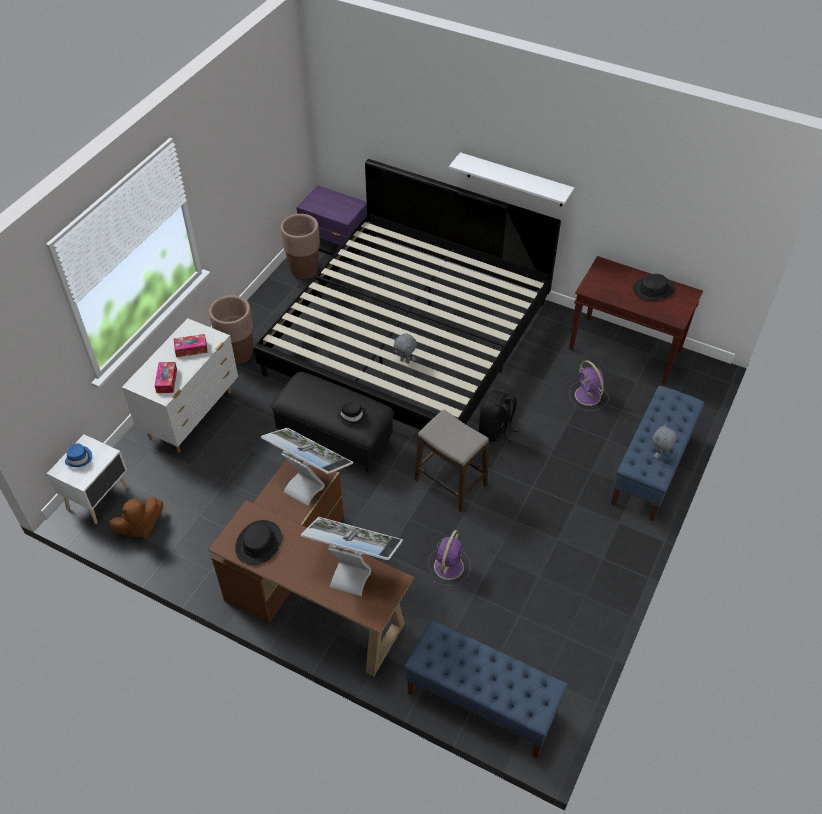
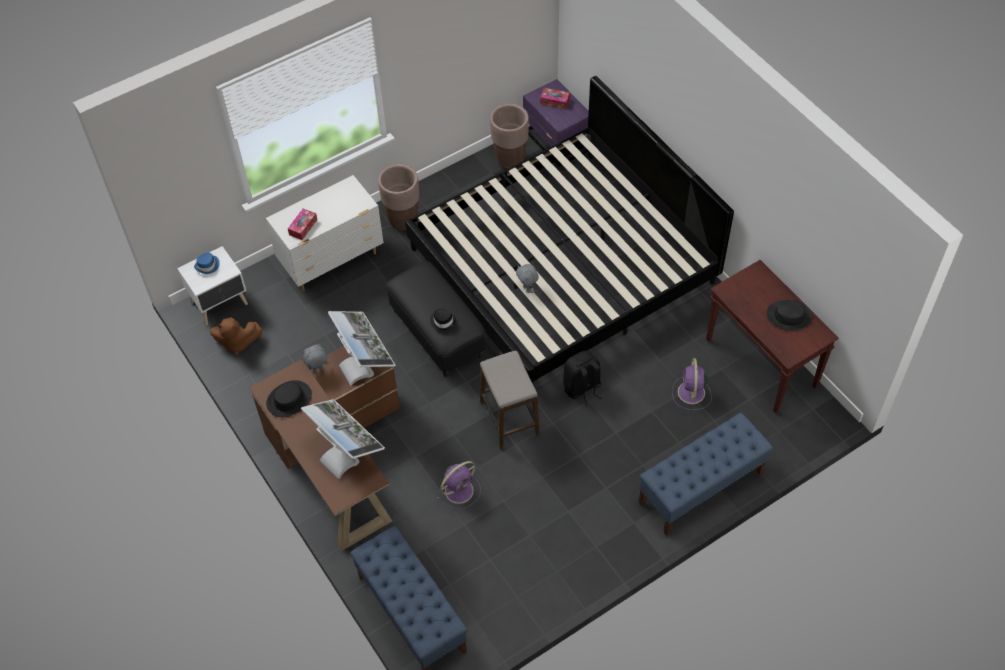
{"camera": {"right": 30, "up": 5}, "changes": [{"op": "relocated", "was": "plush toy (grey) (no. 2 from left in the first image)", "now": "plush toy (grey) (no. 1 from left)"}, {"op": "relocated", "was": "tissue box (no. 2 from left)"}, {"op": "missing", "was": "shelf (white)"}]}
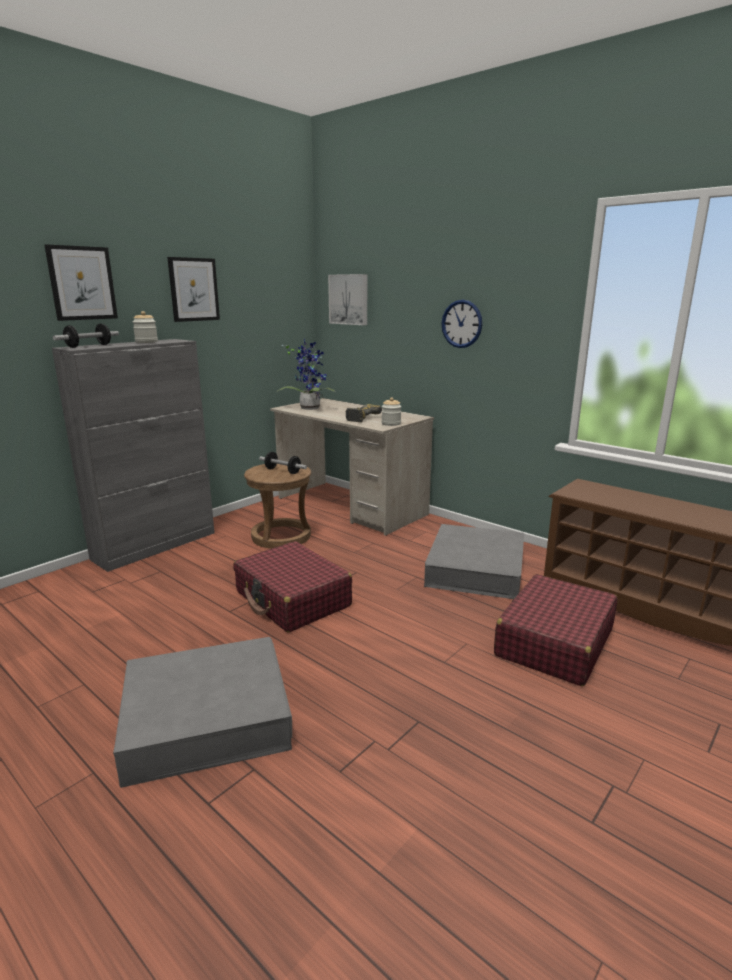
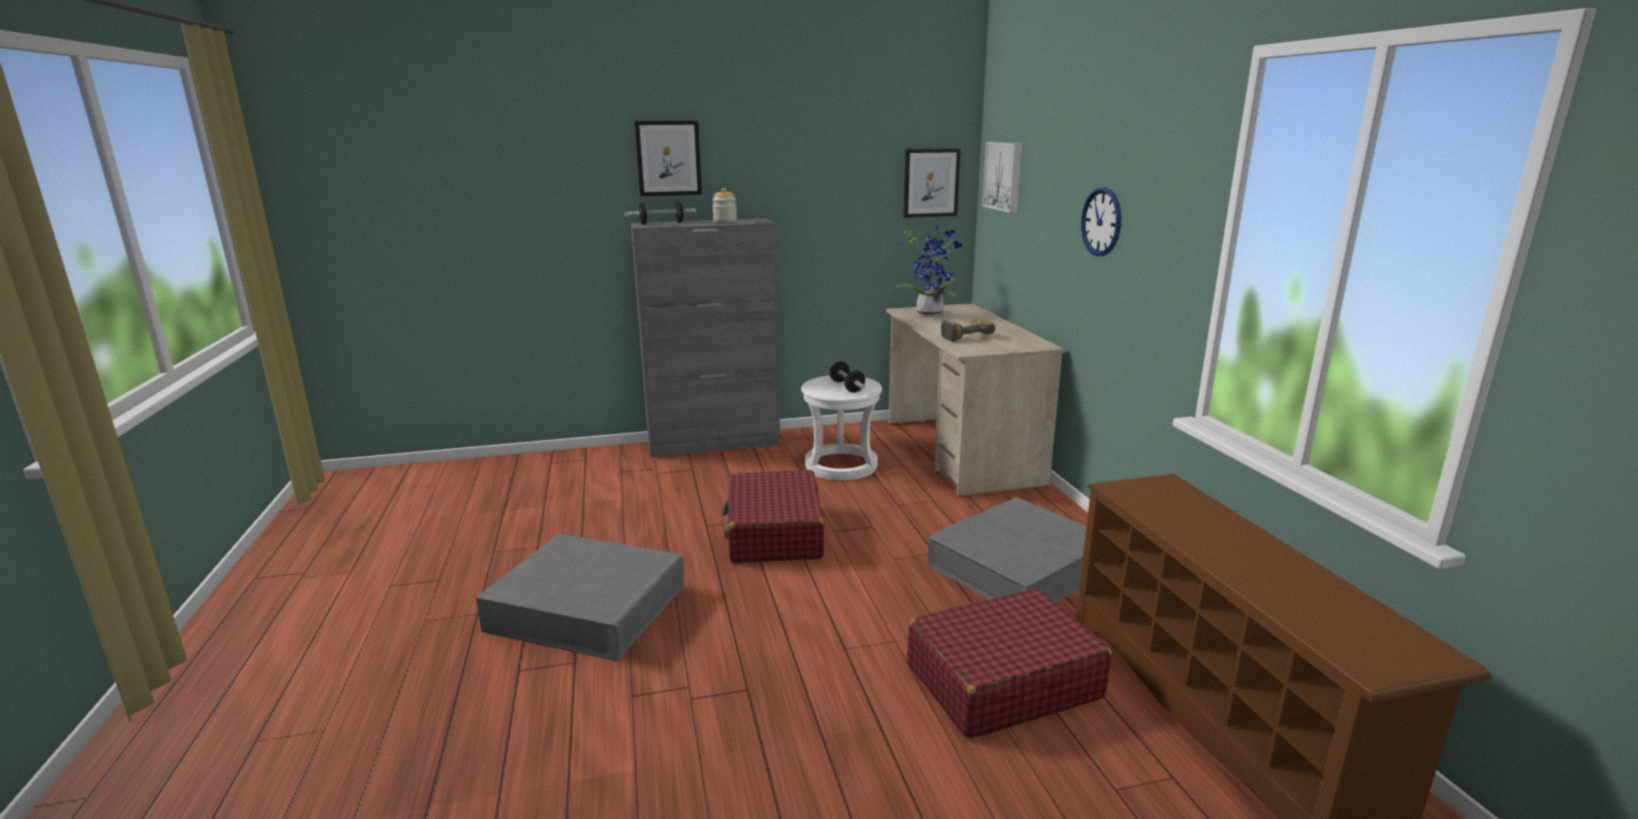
{"camera": {"right": 35, "up": 0}, "changes": [{"op": "colour", "was": "stool (brown)", "now": "stool (white)"}, {"op": "relocated", "was": "picture (no. 2 from left)"}, {"op": "missing", "was": "jar (no. 2 from left)"}]}
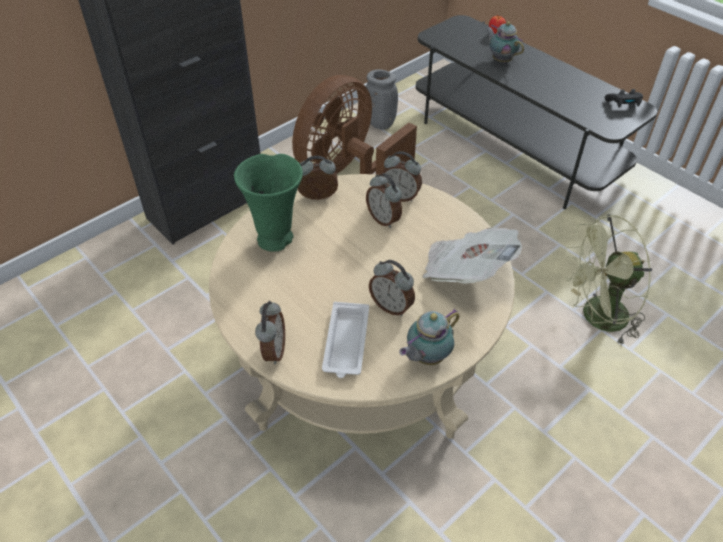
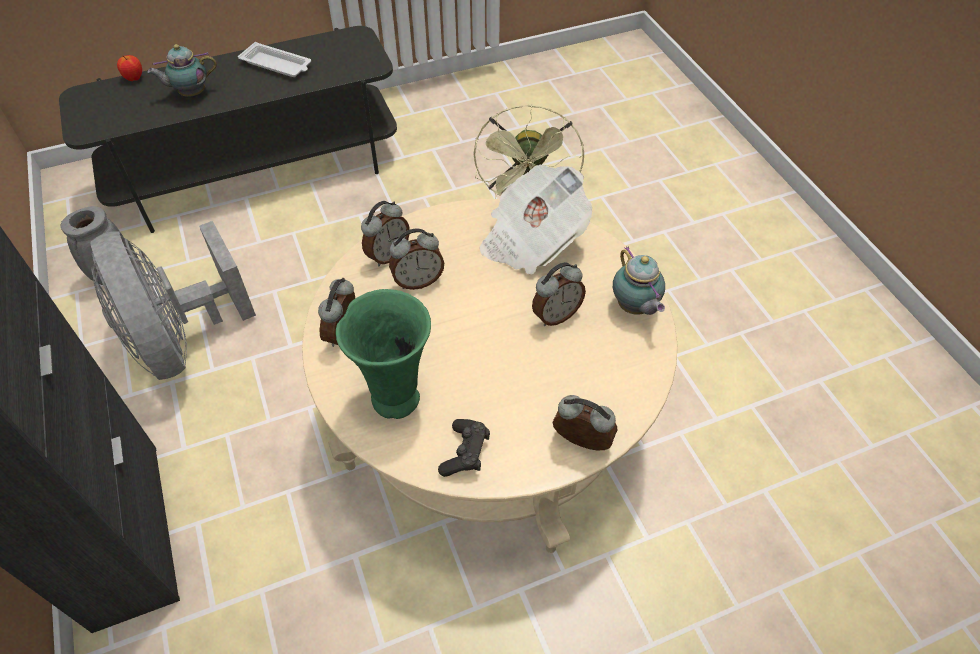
{"camera": {"right": -70, "up": 5}, "changes": [{"op": "colour", "was": "fan (brown)", "now": "fan (grey)"}, {"op": "relocated", "was": "tray (white)"}, {"op": "relocated", "was": "game controller (black)"}]}
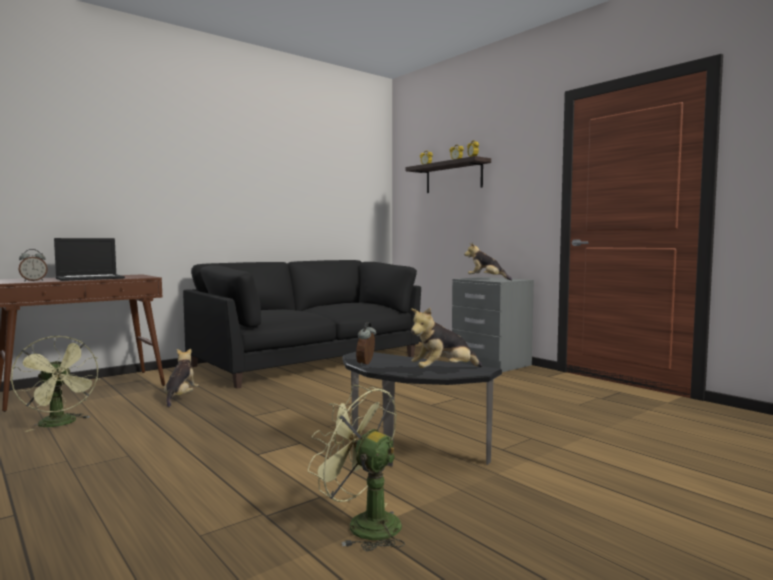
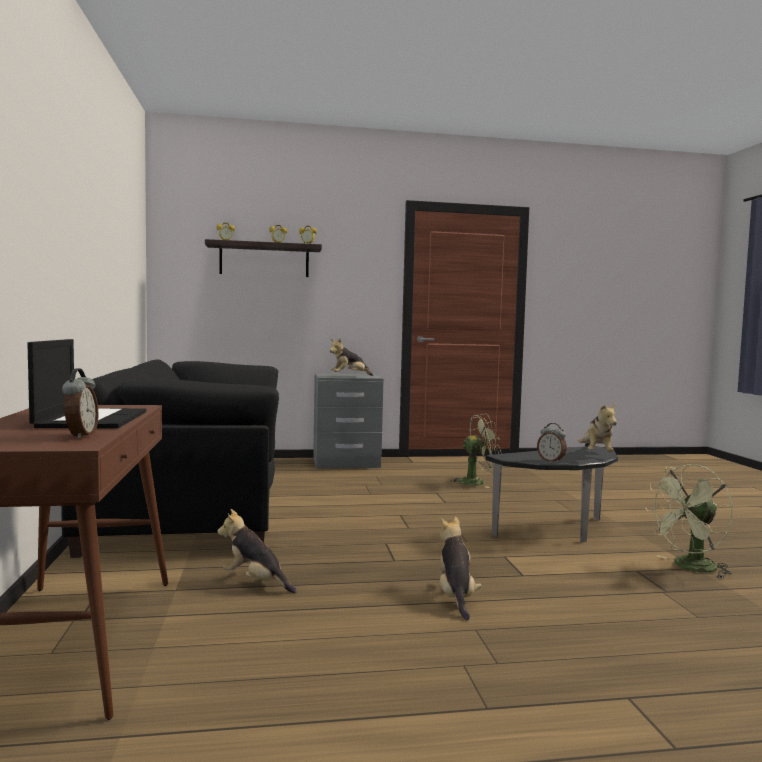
{"camera": {"right": -60, "up": 0}, "changes": [{"op": "appeared", "now": "plush toy (no. 3 from left)"}, {"op": "relocated", "was": "fan (green) (no. 1 from left)"}]}
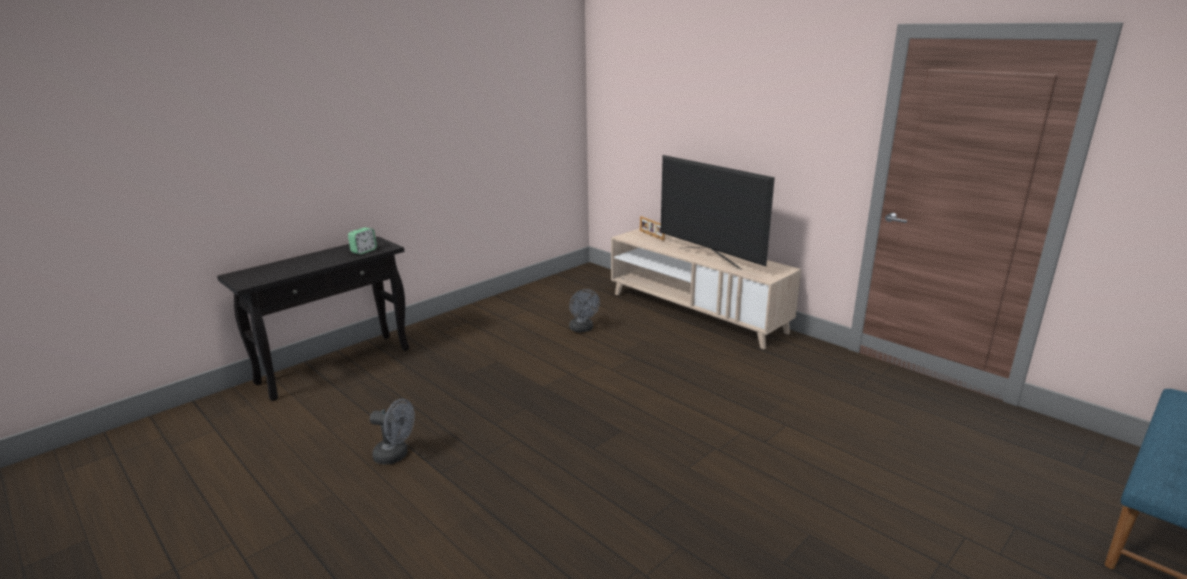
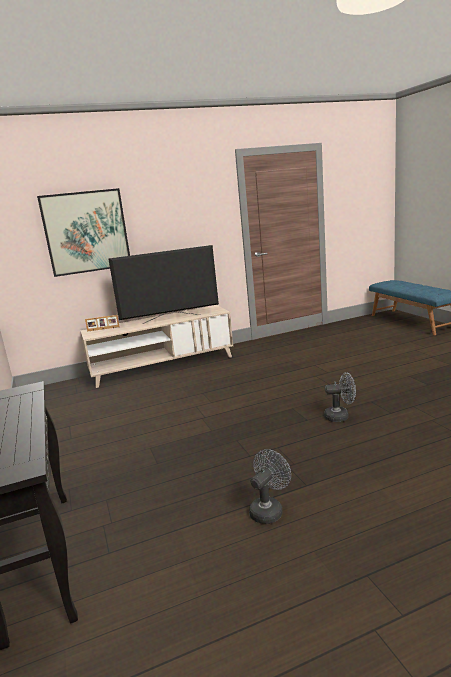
{"camera": {"right": -65, "up": -5}, "changes": [{"op": "appeared", "now": "picture"}, {"op": "relocated", "was": "fan (grey) (no. 2 from left)"}, {"op": "missing", "was": "alarm clock"}]}
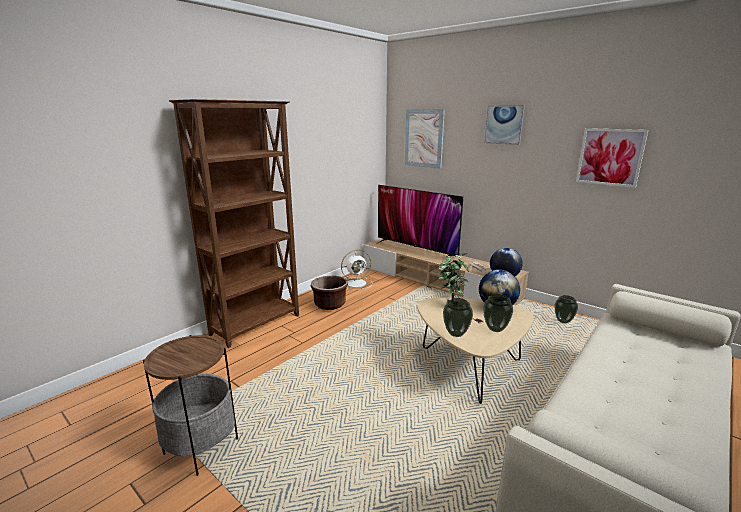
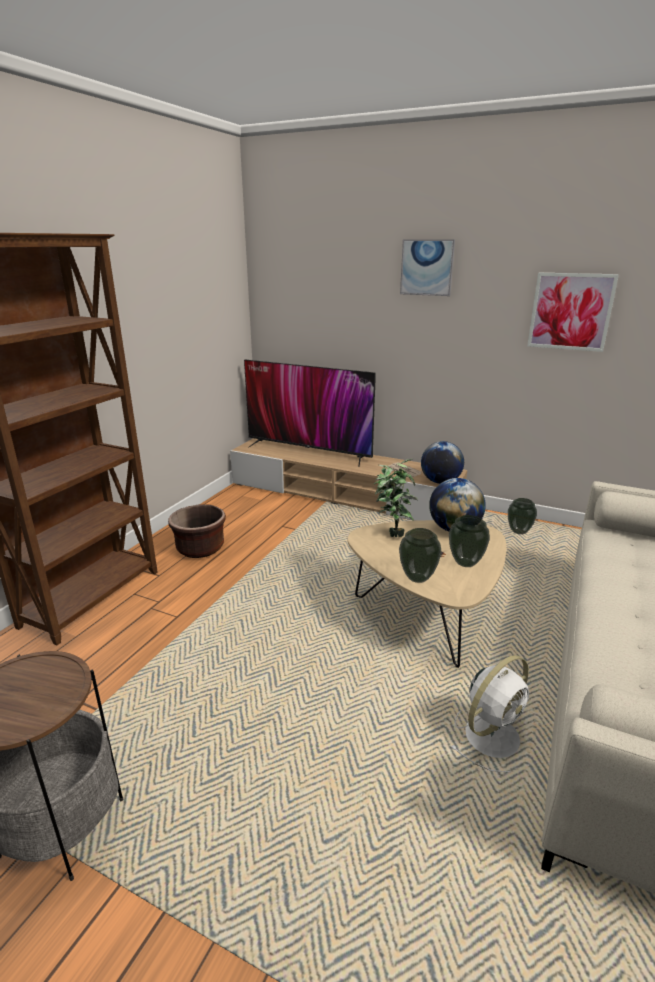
{"camera": {"right": -15, "up": 5}, "changes": [{"op": "relocated", "was": "fan (white)"}, {"op": "missing", "was": "picture (no. 1 from left)"}]}
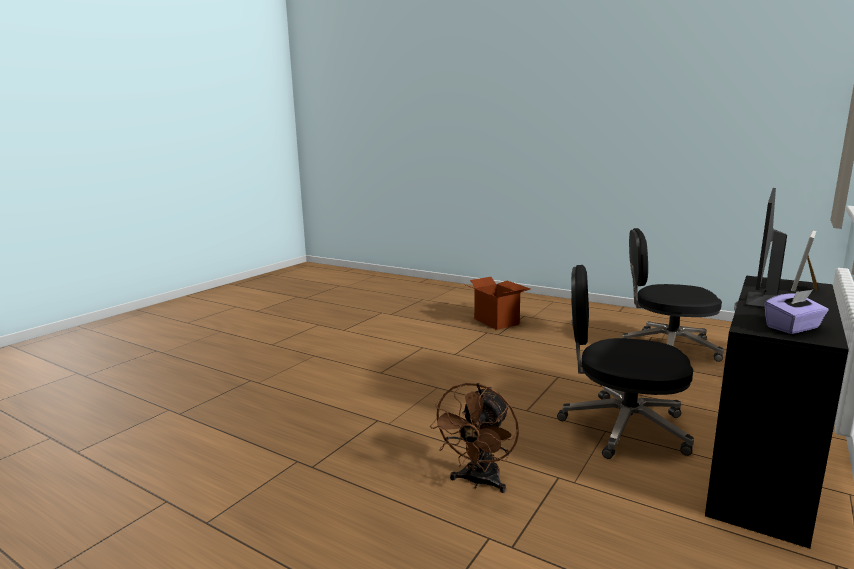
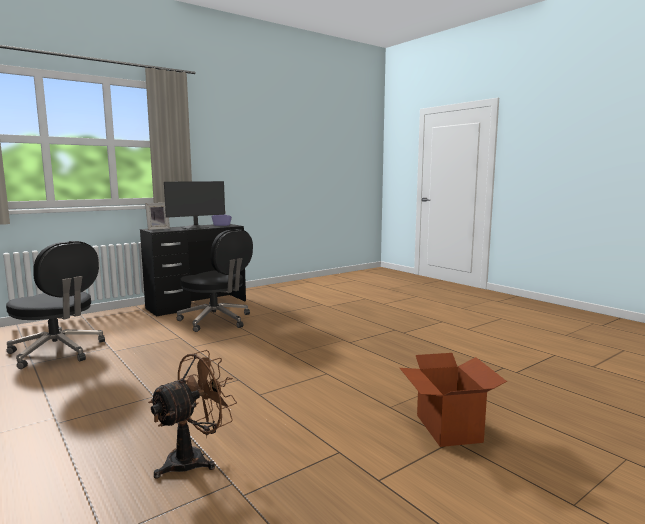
{"camera": {"right": -160, "up": -5}, "changes": [{"op": "relocated", "was": "fan (brown)"}, {"op": "relocated", "was": "cardboard box"}]}
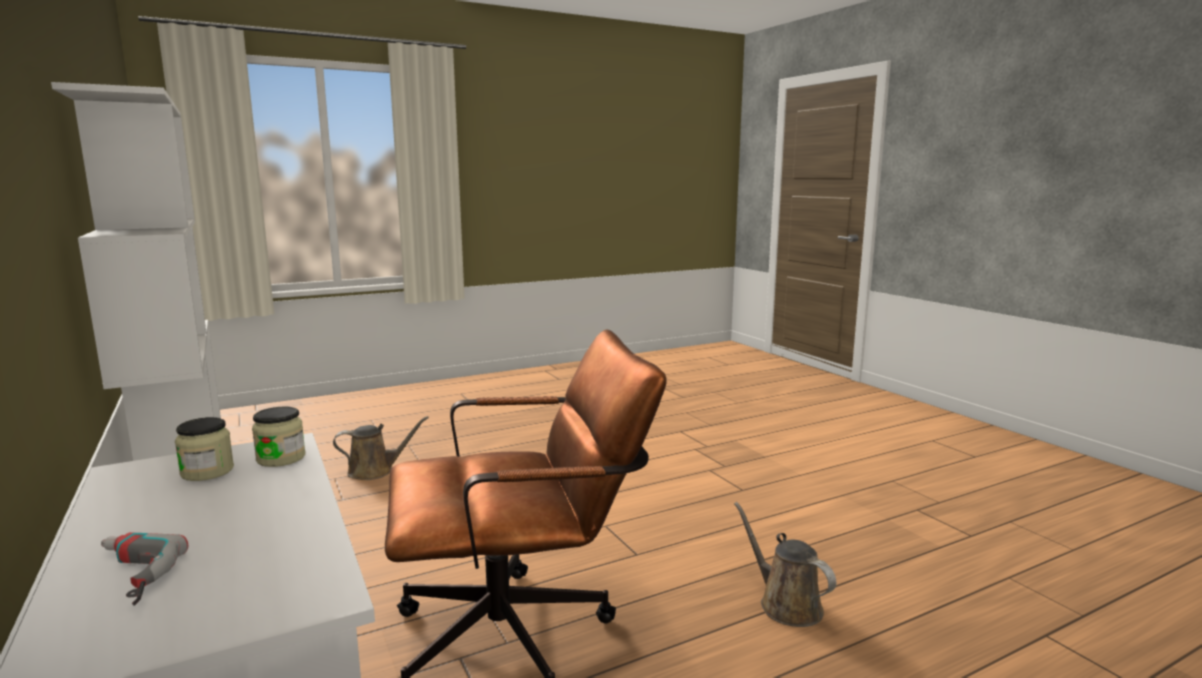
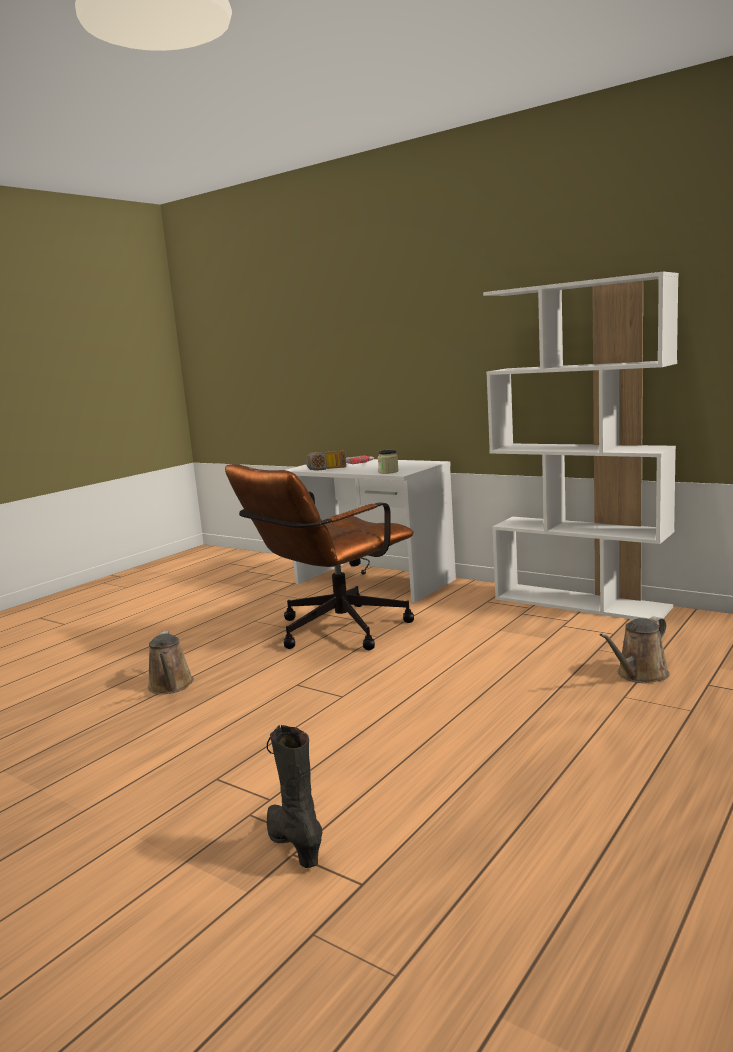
{"camera": {"right": 155, "up": 0}, "changes": [{"op": "spun", "was": "watering can (brown) (no. 2 from left in the first image)", "clockwise": 45}, {"op": "appeared", "now": "boot (black)"}, {"op": "appeared", "now": "radio"}, {"op": "missing", "was": "jar (no. 1 from left)"}]}
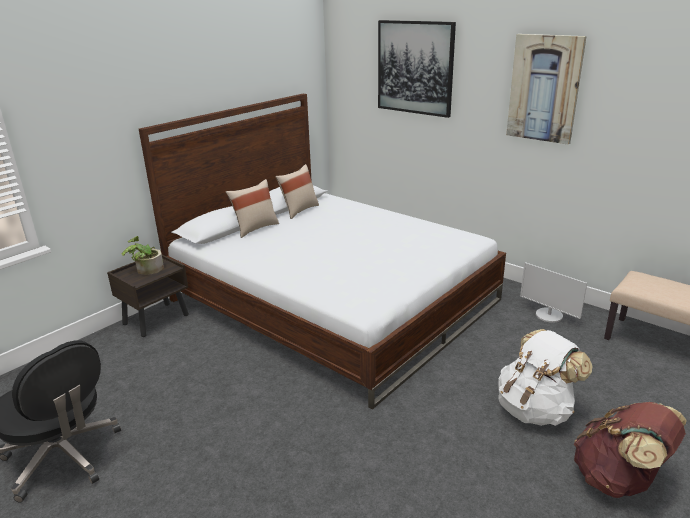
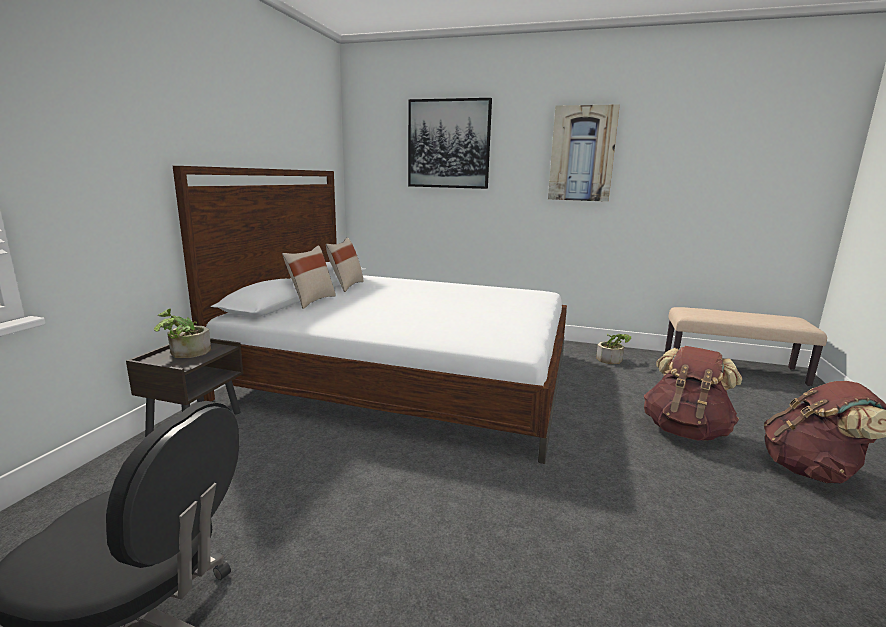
{"camera": {"right": -25, "up": -10}, "changes": [{"op": "exchanged", "was": "monitor", "now": "potted plant (no. 2 from left)"}, {"op": "colour", "was": "backpack (white)", "now": "backpack (brown) (no. 1 from left)"}]}
